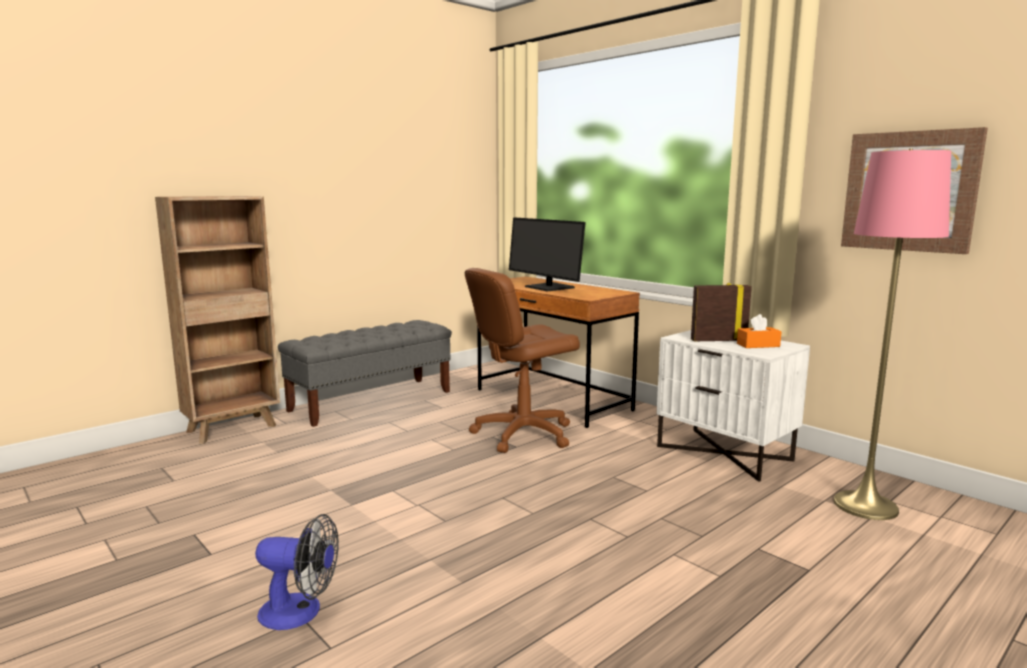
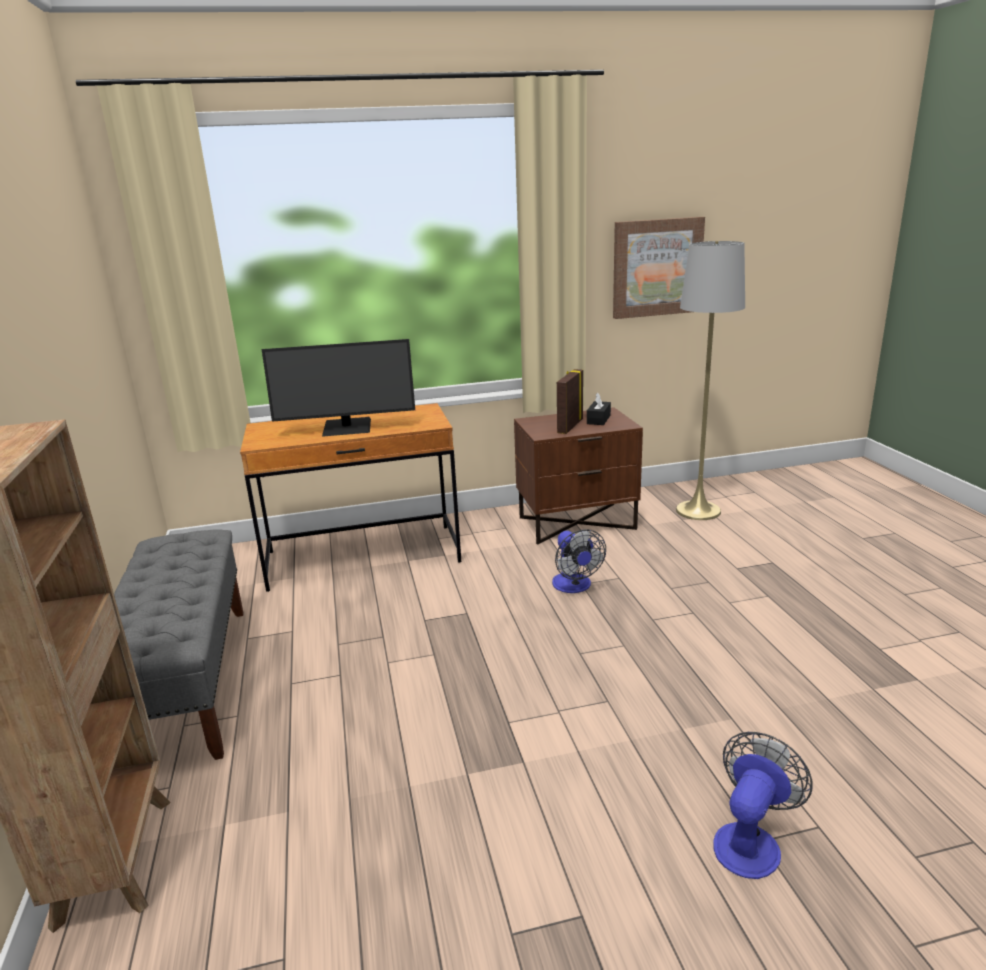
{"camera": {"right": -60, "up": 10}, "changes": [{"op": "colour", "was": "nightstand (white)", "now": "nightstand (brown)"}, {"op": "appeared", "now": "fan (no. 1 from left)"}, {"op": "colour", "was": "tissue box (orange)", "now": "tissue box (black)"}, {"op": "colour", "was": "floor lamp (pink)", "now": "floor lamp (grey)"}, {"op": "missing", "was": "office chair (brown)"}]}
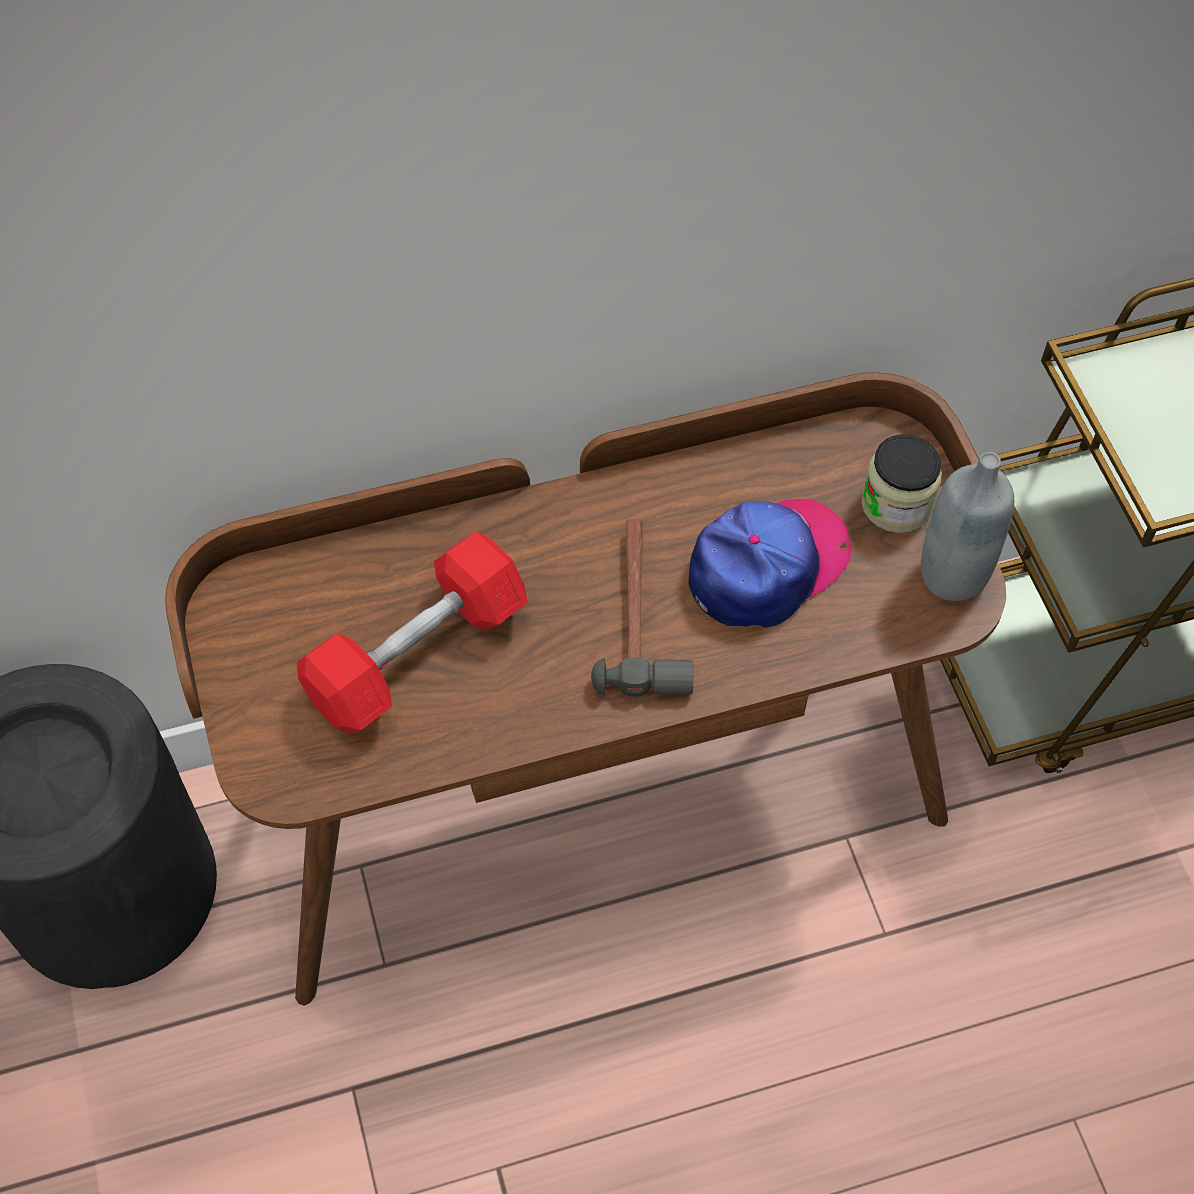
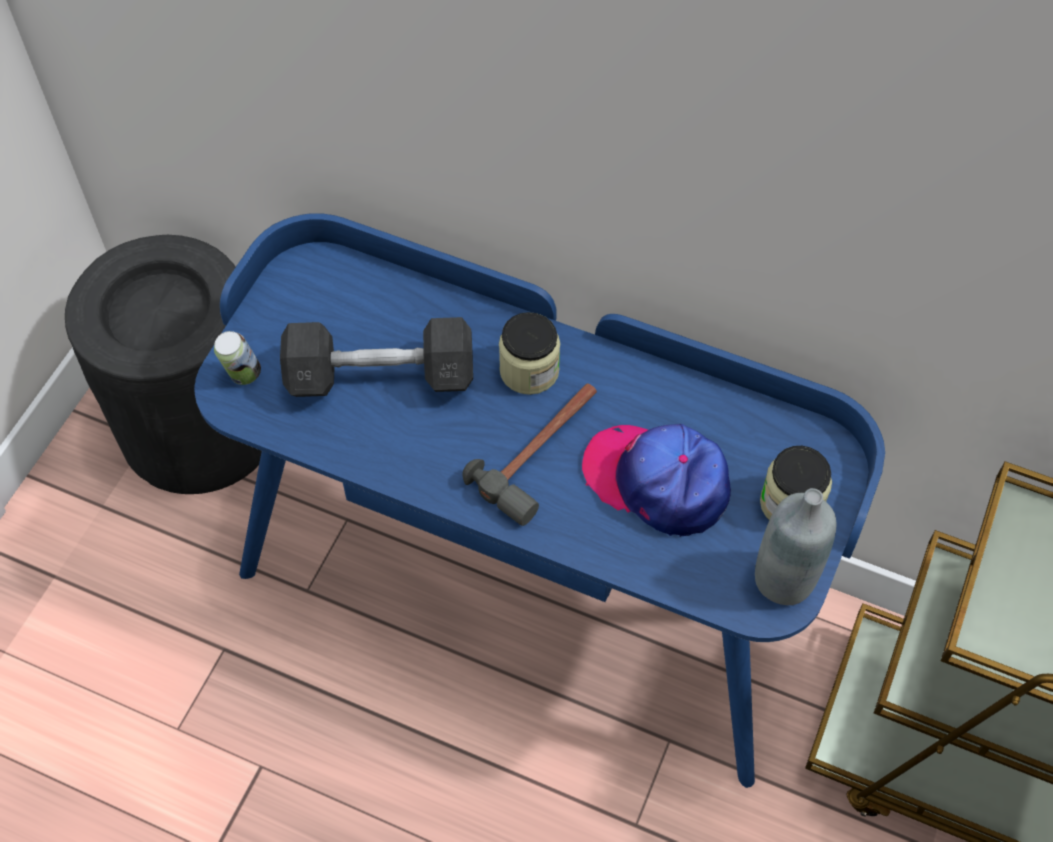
{"camera": {"right": 40, "up": 0}, "changes": [{"op": "colour", "was": "desk (brown)", "now": "desk (blue)"}, {"op": "appeared", "now": "can"}, {"op": "colour", "was": "dumbbell (red)", "now": "dumbbell (grey)"}, {"op": "appeared", "now": "jar (no. 1 from left)"}, {"op": "spun", "was": "cap", "clockwise": -150}]}
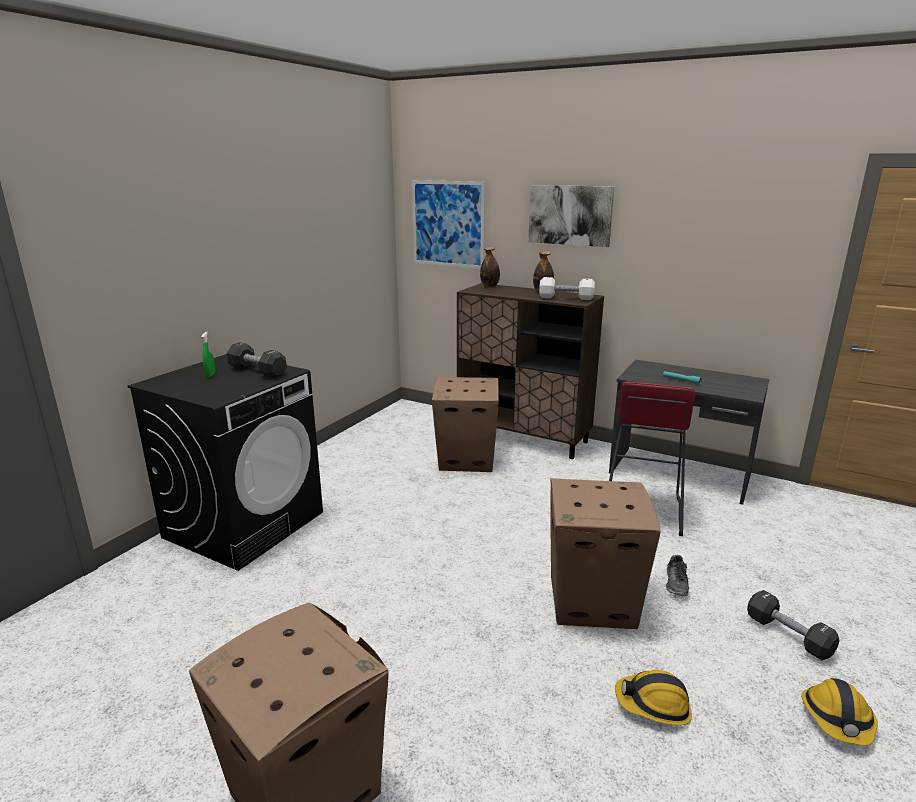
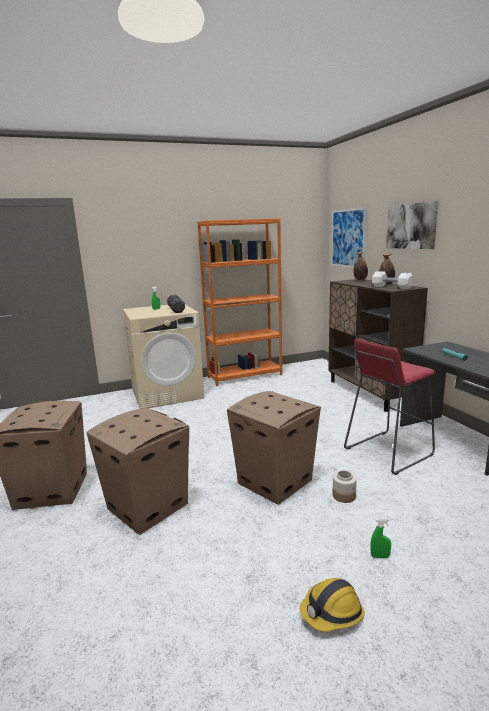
{"camera": {"right": 40, "up": -5}, "changes": [{"op": "relocated", "was": "cardboard box (no. 2 from left)"}, {"op": "colour", "was": "washing machine (black)", "now": "washing machine (beige)"}, {"op": "appeared", "now": "bookcase (orange)"}, {"op": "exchanged", "was": "shoe", "now": "jar"}, {"op": "exchanged", "was": "dumbbell (black) (no. 2 from left)", "now": "spray bottle (green) (no. 2 from left)"}, {"op": "missing", "was": "hard hat (no. 1 from left)"}]}
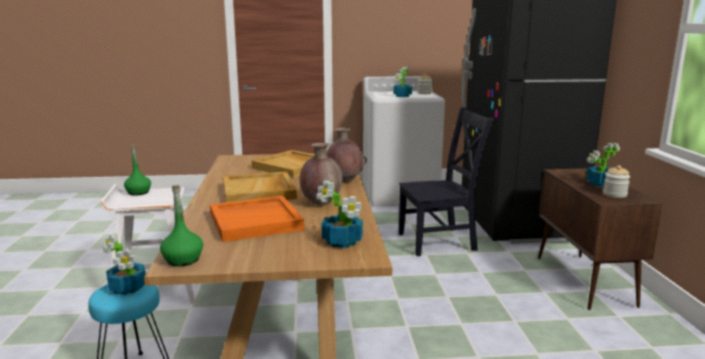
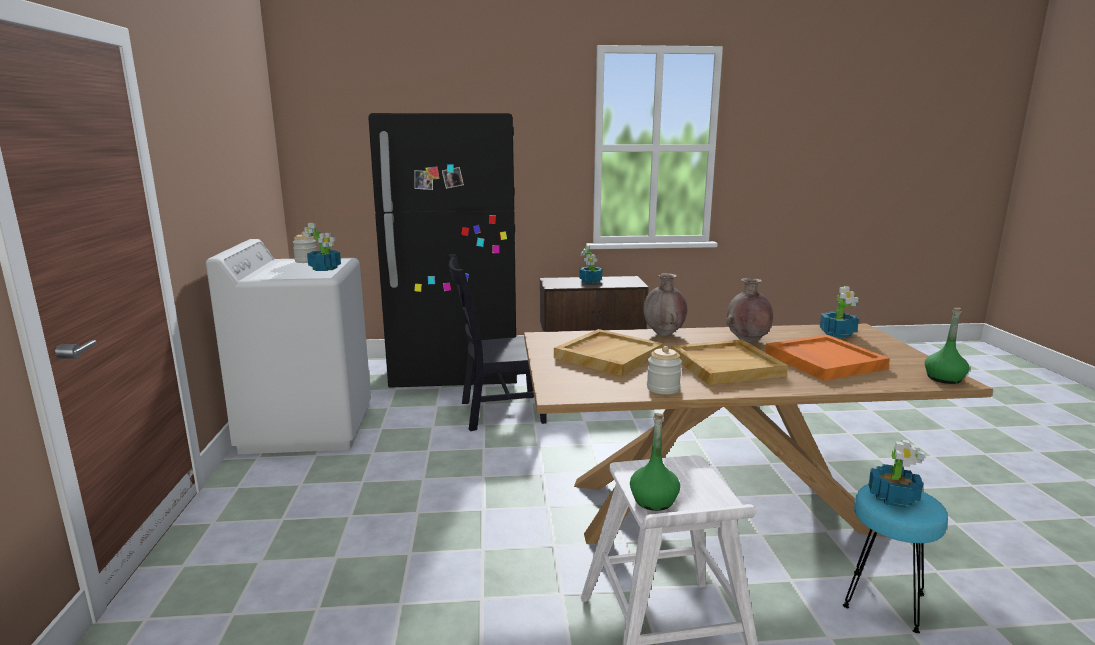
{"camera": {"right": -90, "up": 0}, "changes": [{"op": "spun", "was": "chair (black)", "clockwise": -90}, {"op": "relocated", "was": "jar (no. 2 from left)"}]}
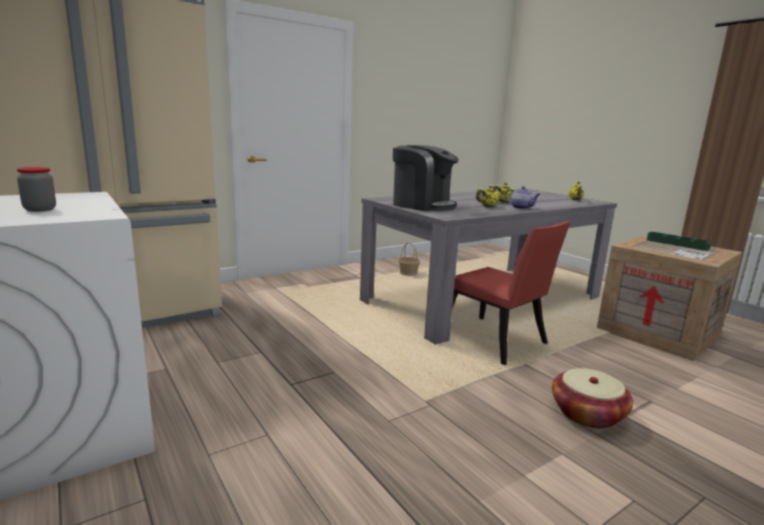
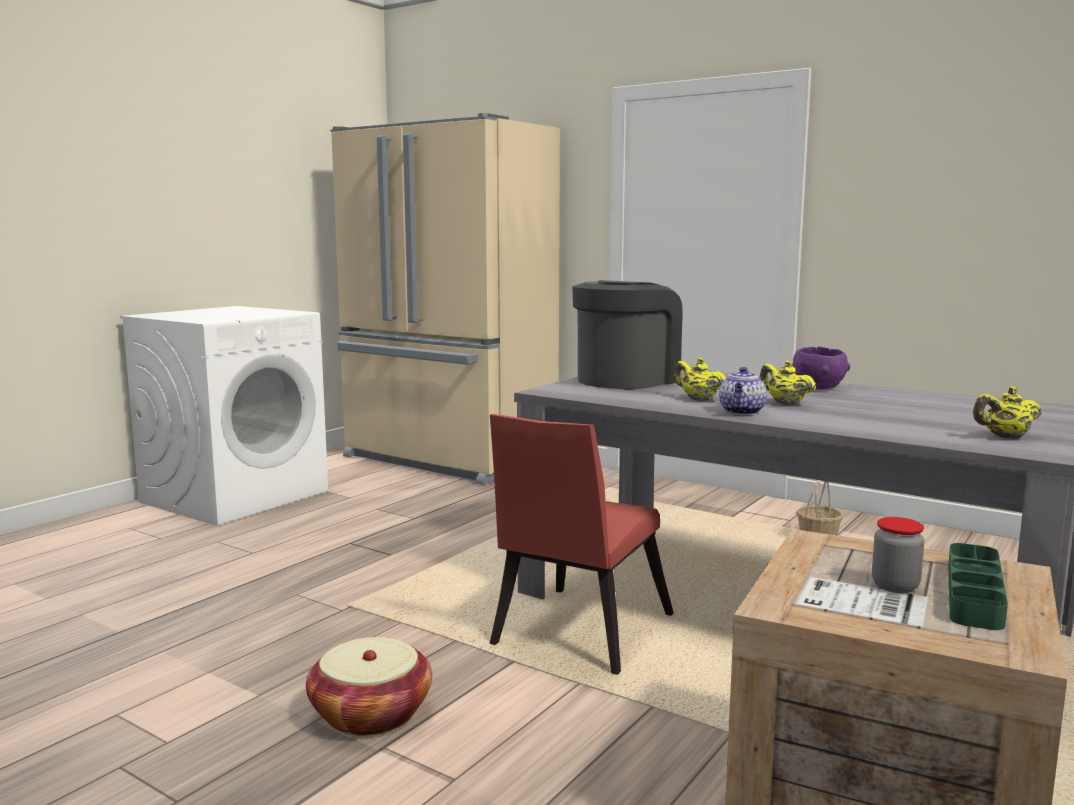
{"camera": {"right": 70, "up": -5}, "changes": [{"op": "spun", "was": "coffee machine", "clockwise": -150}, {"op": "appeared", "now": "bowl (purple)"}, {"op": "relocated", "was": "jar"}]}
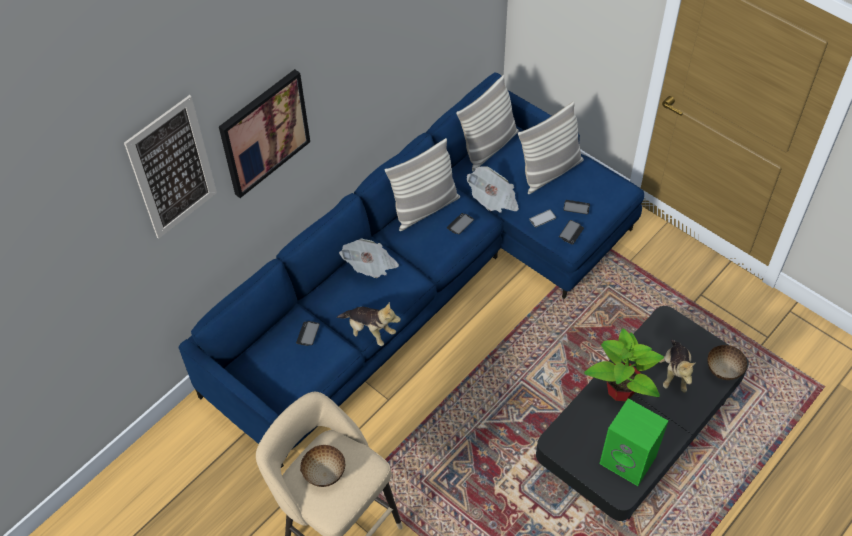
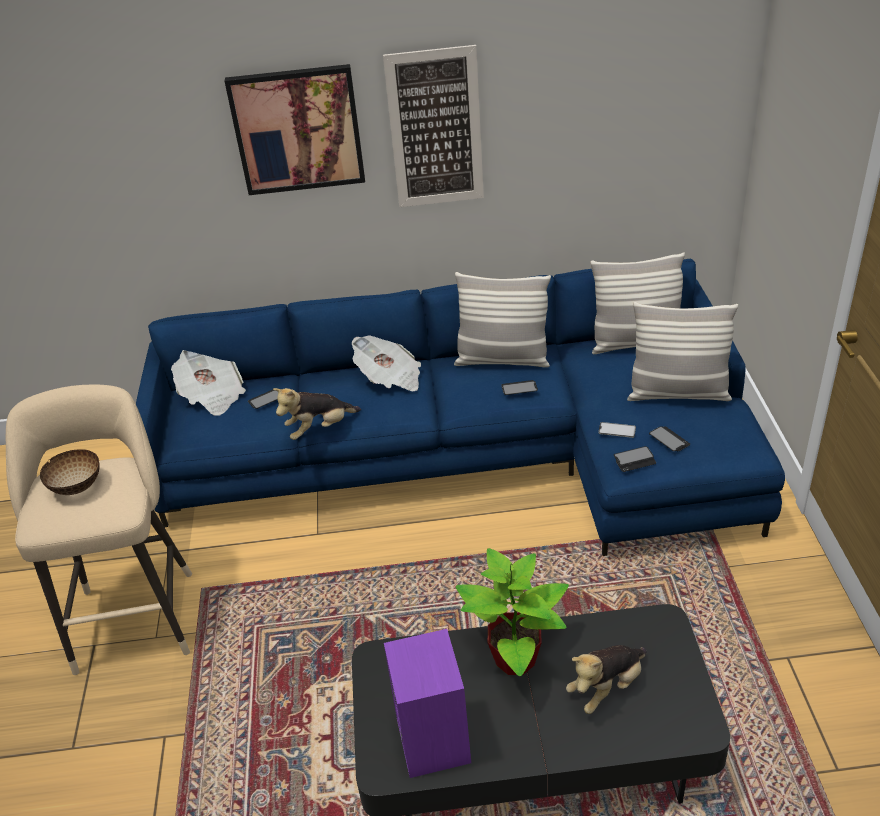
{"camera": {"right": 45, "up": -15}, "changes": [{"op": "relocated", "was": "newspaper (no. 2 from left in the first image)", "now": "newspaper (no. 1 from left)"}, {"op": "spun", "was": "plush toy (no. 1 from left)", "clockwise": 75}, {"op": "relocated", "was": "picture (no. 1 from left in the first image)", "now": "picture (no. 2 from left)"}, {"op": "colour", "was": "speaker (green)", "now": "speaker (purple)"}, {"op": "missing", "was": "bowl (no. 2 from left)"}]}
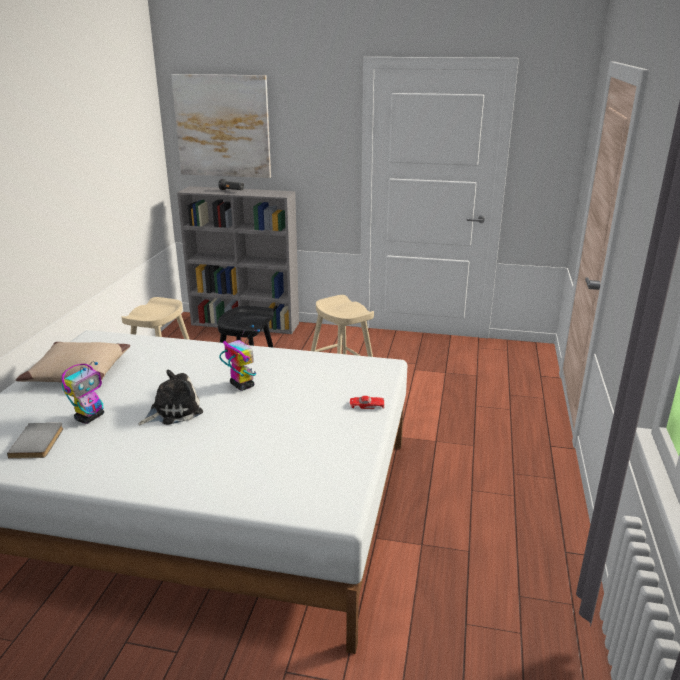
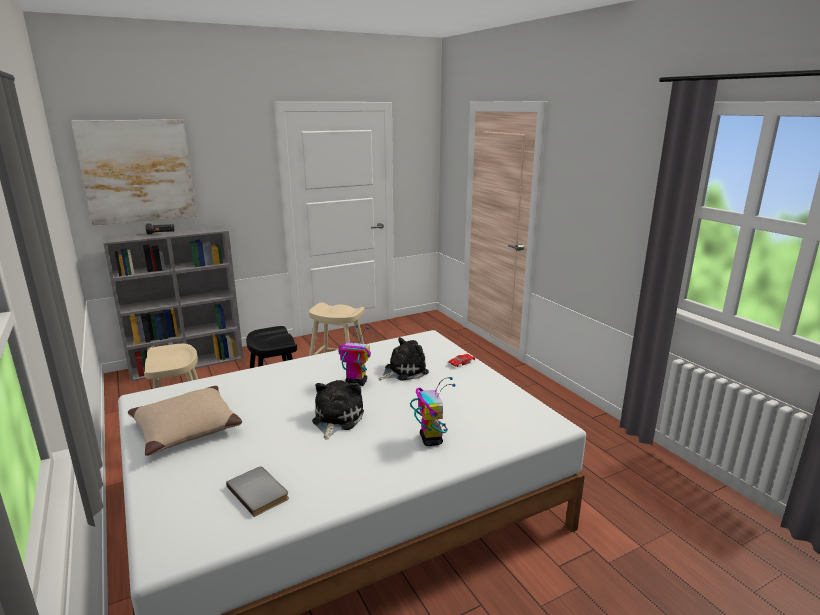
{"camera": {"right": -40, "up": -5}, "changes": [{"op": "appeared", "now": "plush toy (no. 2 from left)"}, {"op": "relocated", "was": "toy robot (no. 1 from left in the first image)", "now": "toy robot (no. 2 from left)"}]}
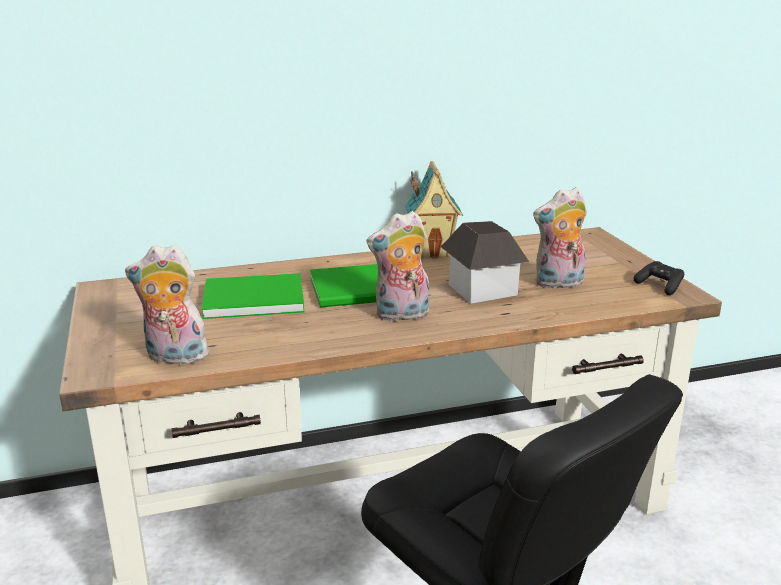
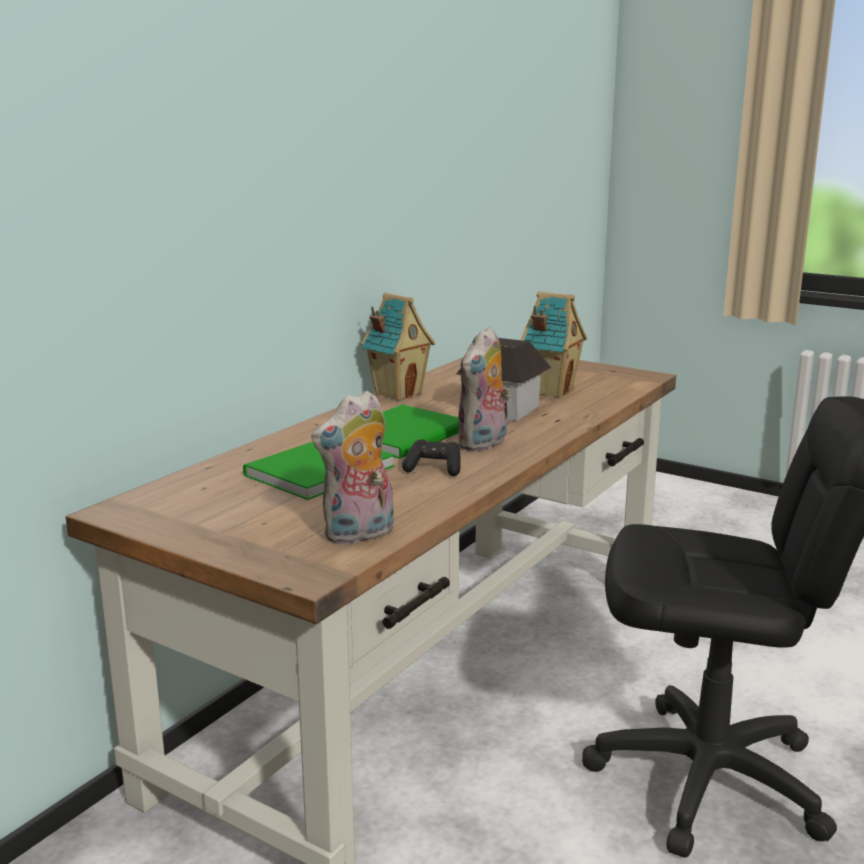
{"camera": {"right": -40, "up": -5}, "changes": [{"op": "relocated", "was": "game controller (black)"}, {"op": "exchanged", "was": "plush toy (no. 3 from left)", "now": "toy house (no. 3 from left)"}]}
